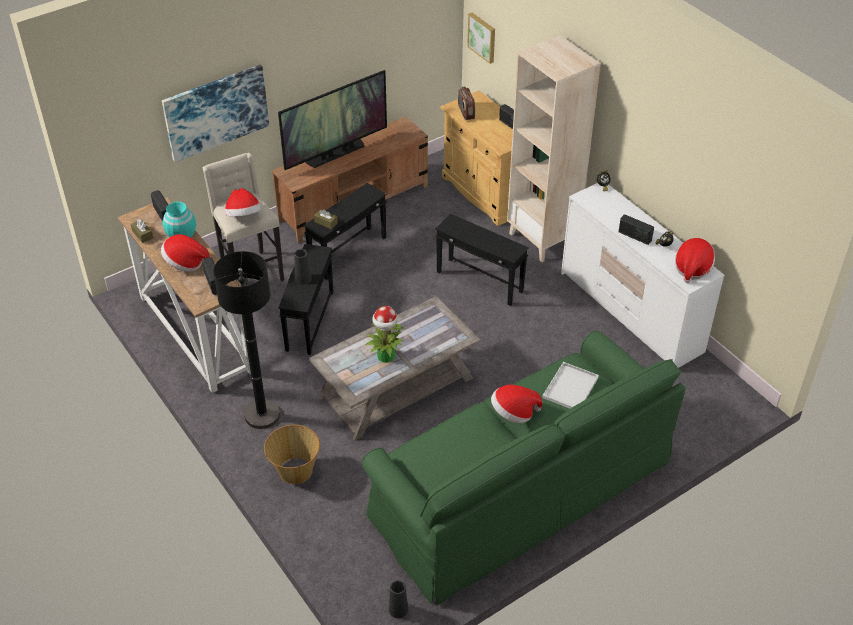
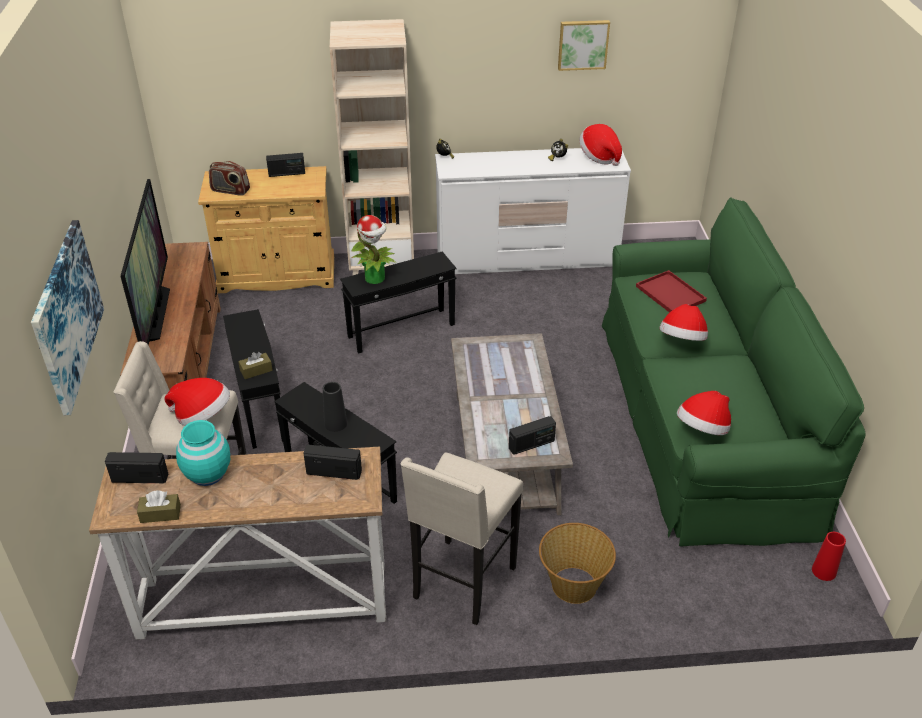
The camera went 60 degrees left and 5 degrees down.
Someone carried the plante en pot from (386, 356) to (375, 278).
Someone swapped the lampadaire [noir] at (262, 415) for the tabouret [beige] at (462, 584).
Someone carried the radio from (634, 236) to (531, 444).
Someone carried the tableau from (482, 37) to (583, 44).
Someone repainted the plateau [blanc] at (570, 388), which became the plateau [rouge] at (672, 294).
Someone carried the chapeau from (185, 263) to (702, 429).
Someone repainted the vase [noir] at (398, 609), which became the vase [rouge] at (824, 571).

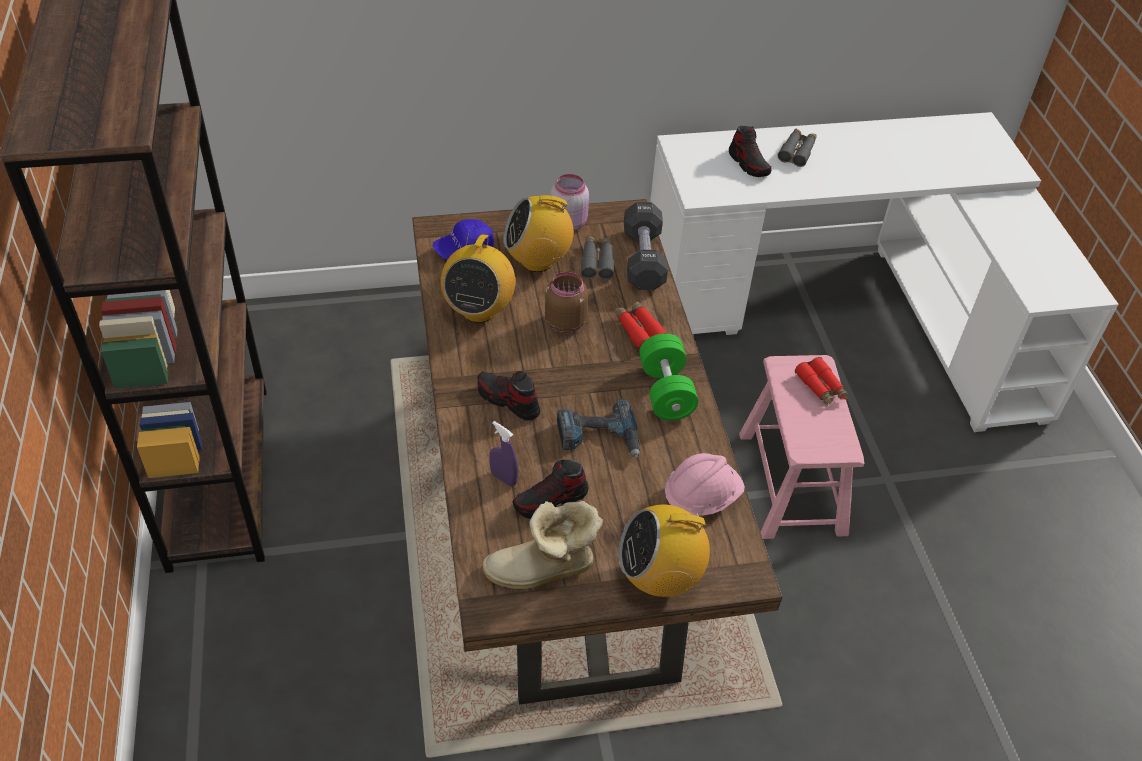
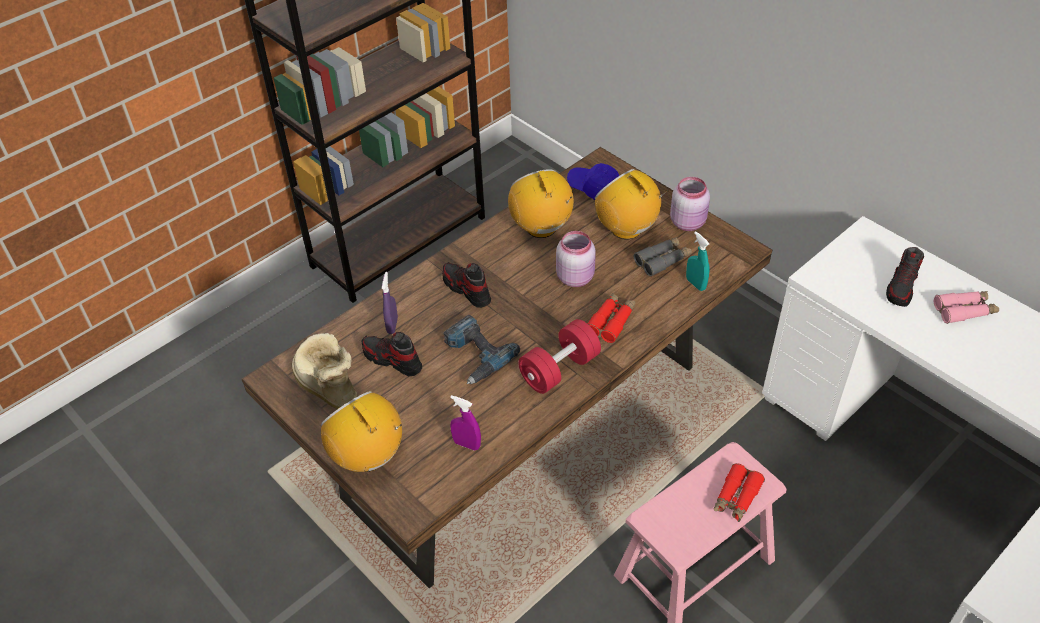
The camera went 60 degrees right and 0 degrees up.
Someone rotated the chaussure at (508, 401) by 45 degrees counterclockwise.
Someone swapped the casque de chantier [rose] at (701, 497) for the vaporisateur [violet] at (466, 444).
Someone rotated the radio at (478, 310) by 90 degrees clockwise.
Someone repainted the haltère [vert] at (665, 391), which became the haltère [rouge] at (559, 369).
Someone repainted the bocal [marron] at (564, 322), which became the bocal [rose] at (576, 277).
Someone swapped the haltère [noir] at (643, 259) for the vaporisateur [turquoise] at (695, 284).
Someone repainted the jumelles [gris] at (797, 151), which became the jumelles [rose] at (964, 311).

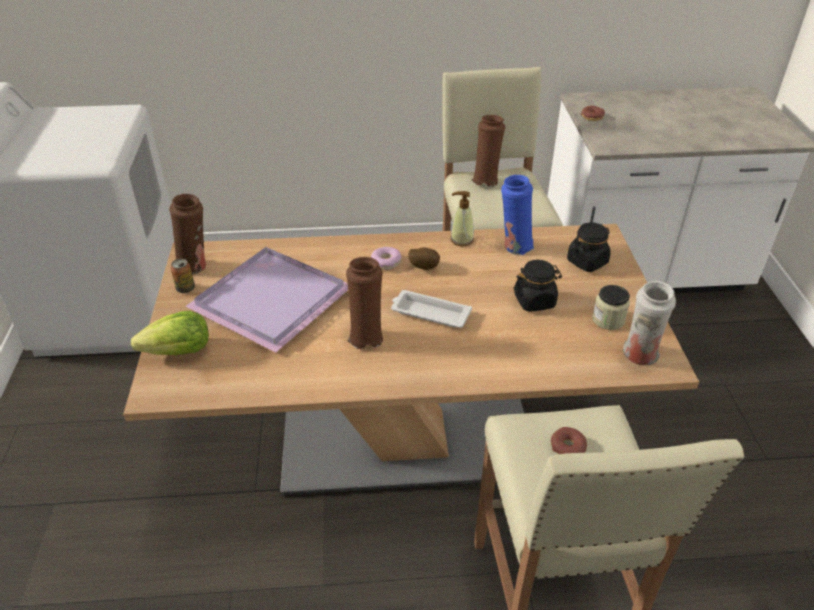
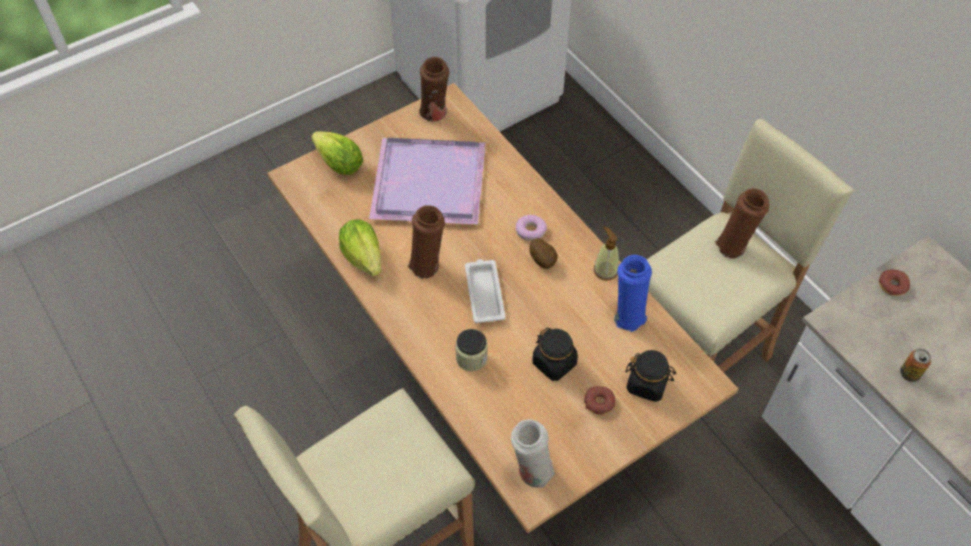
The camera went 60 degrees right and 15 degrees up.
Someone put down the laitue at (363, 257).
Someone carried the bocal from (608, 320) to (471, 358).
Someone carried the beignet from (567, 447) to (599, 402).
Someone carried the boîte métallique from (185, 289) to (909, 374).

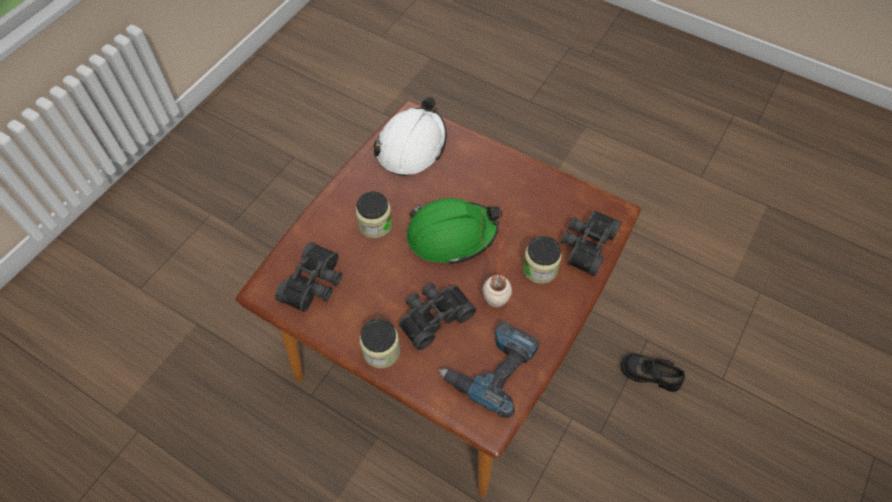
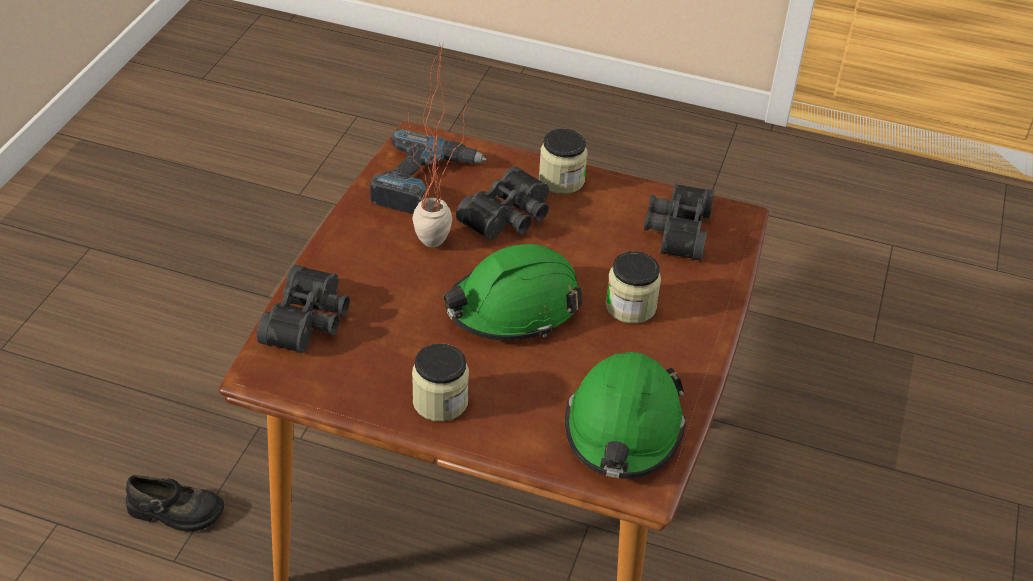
The camera went 165 degrees right and 15 degrees down.
Someone carried the bocal from (540, 269) to (440, 401).
Someone repainted the casque de chantier [blanc] at (412, 146), which became the casque de chantier [vert] at (623, 429).

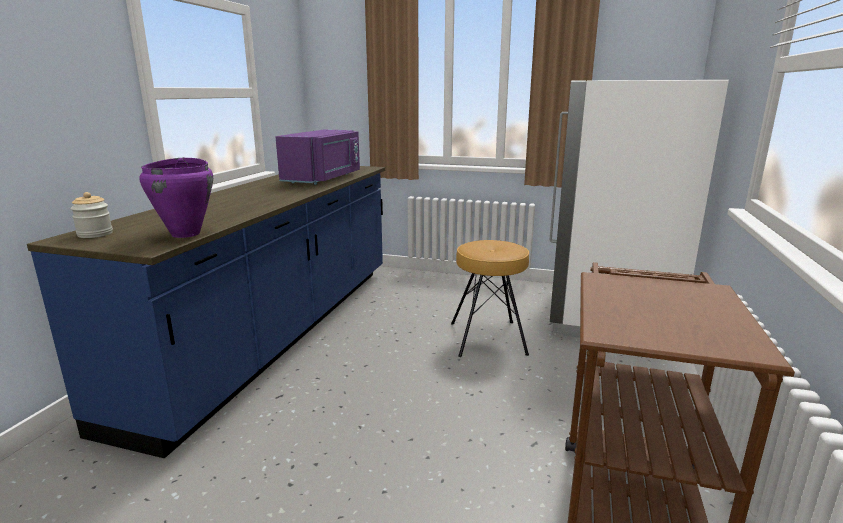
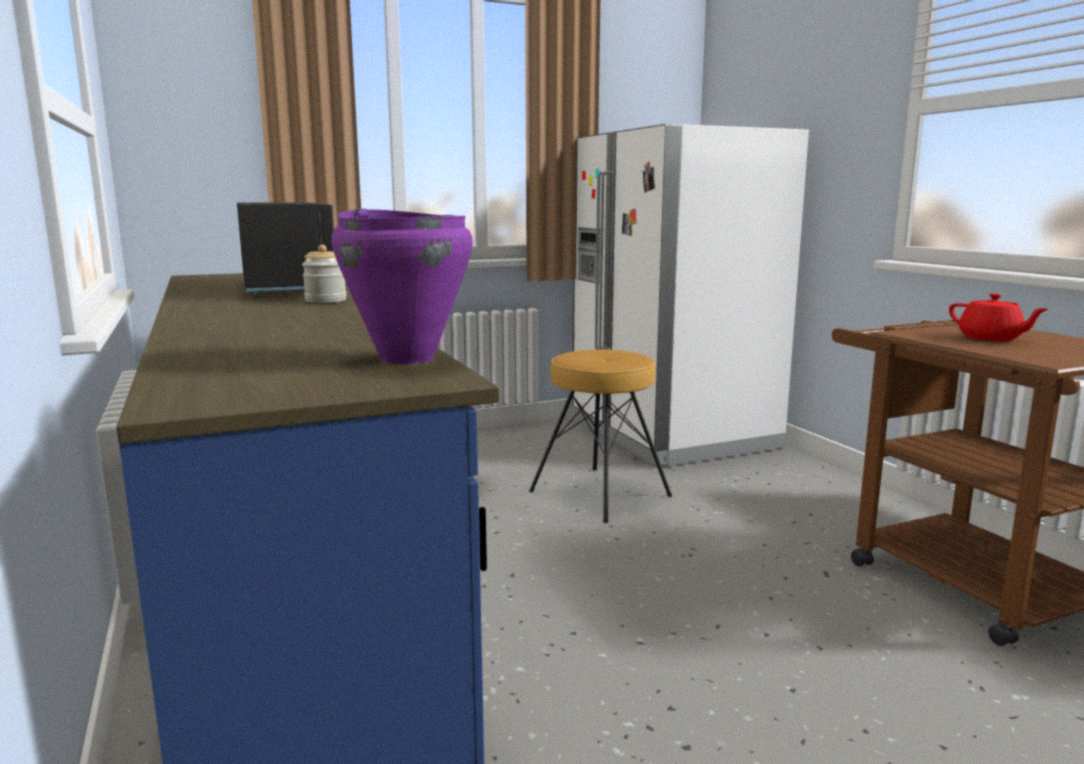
The camera went 40 degrees left and 5 degrees down.
Someone repainted the micro-ondes [violet] at (324, 178), which became the micro-ondes [noir] at (289, 287).
Someone carried the bocal from (95, 234) to (325, 300).
Someone put down the théière [rouge] at (991, 338).

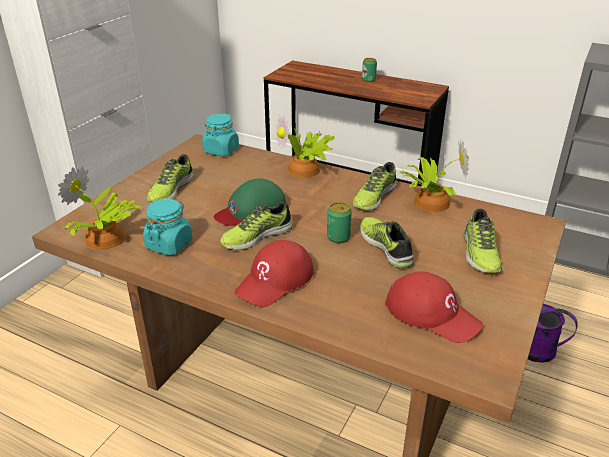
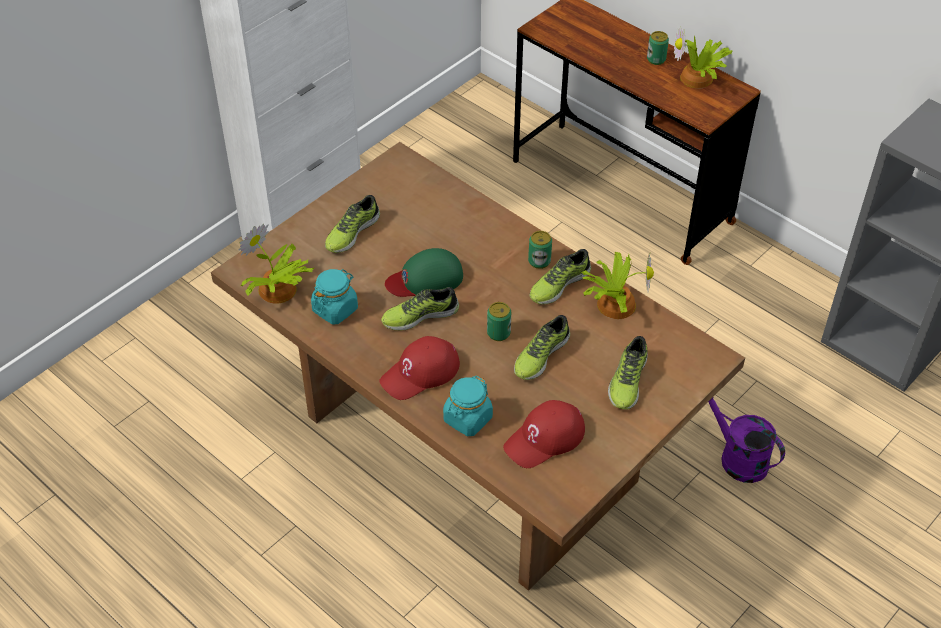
The camera went 15 degrees right and 15 degrees up.
Someone carried the bocal [turquoise] from (221, 151) to (467, 419).
Someone rotated the casquette [rouge] at (432, 313) by 90 degrees clockwise.
Someone rotated the chaussure at (387, 247) by 135 degrees counterclockwise.
Someone put down the boîte métallique at (539, 261).
Someone carried the plante en pot from (306, 170) to (698, 79).

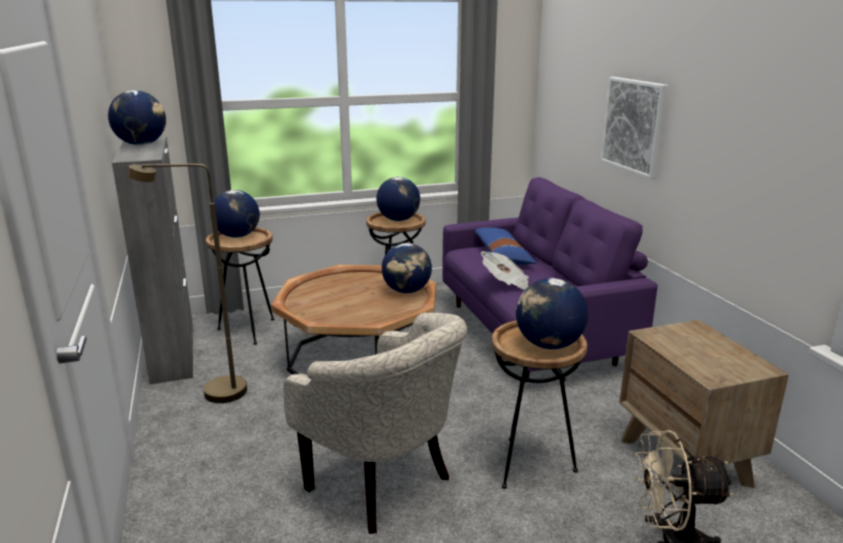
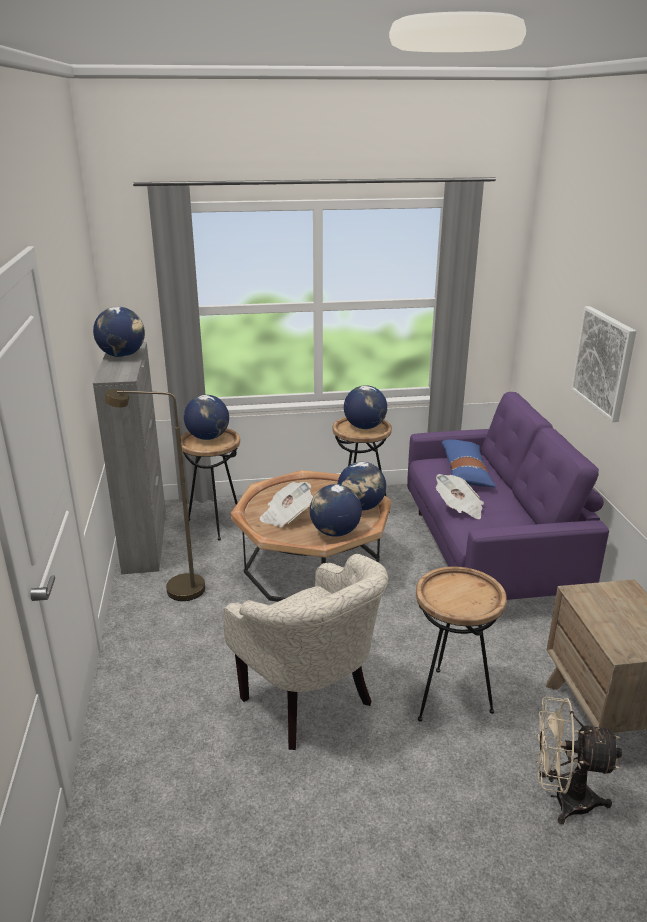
The camera went 10 degrees right and 5 degrees up.
Someone put down the journal at (286, 516).
Someone carried the globe from (548, 345) to (335, 532).

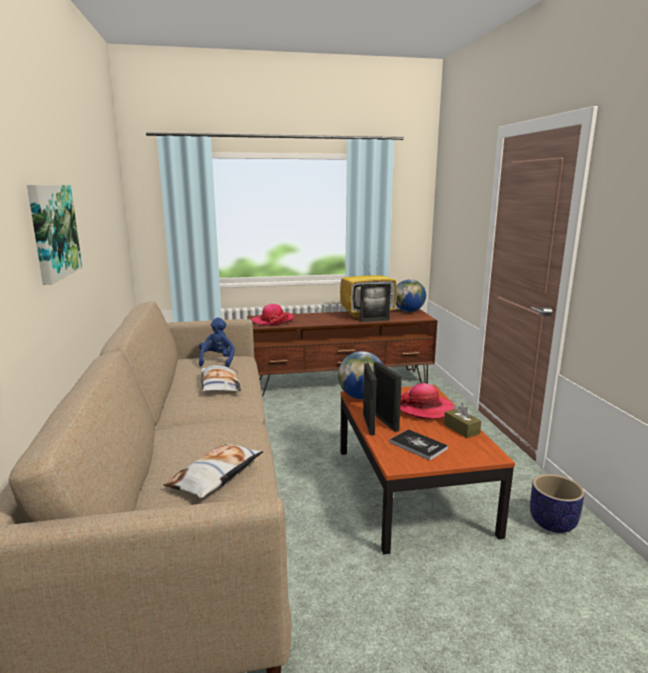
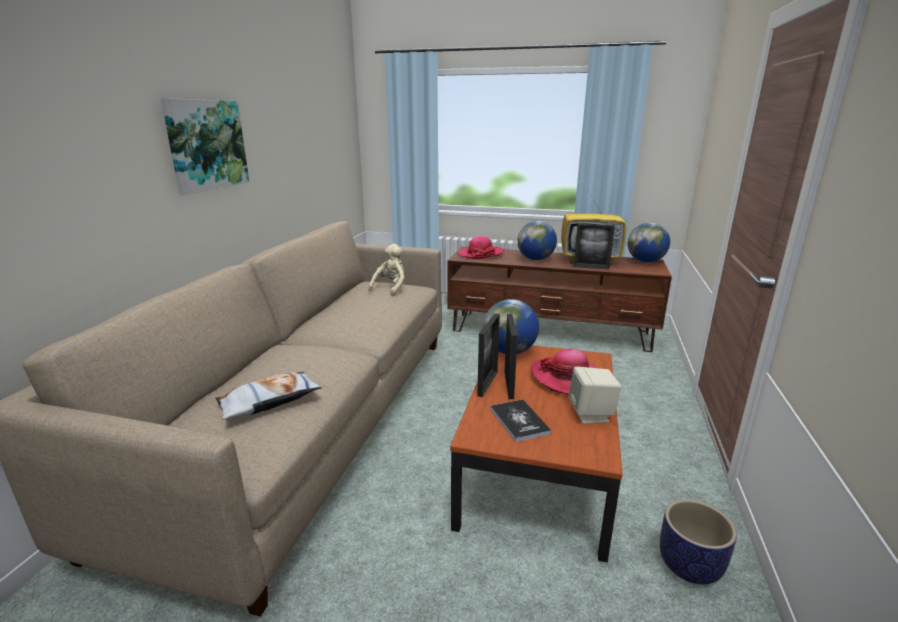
The camera went 25 degrees right and 5 degrees up.
Someone repainted the peluche [bleu] at (217, 361), which became the peluche [beige] at (390, 288).
Someone put down the globe at (535, 259).
Someone swapped the boîte à mouchoirs [marron] at (461, 429) for the enceinte [beige] at (591, 414).
Someone took away the coussin at (219, 384).

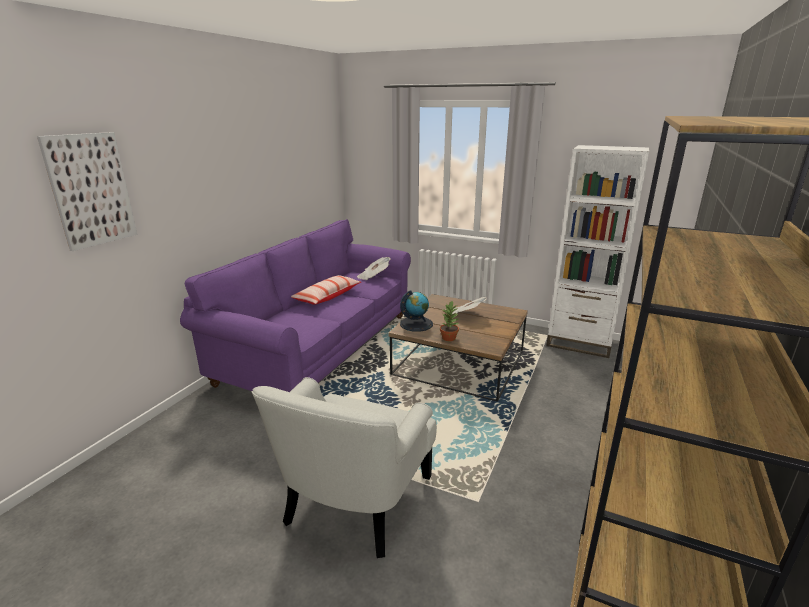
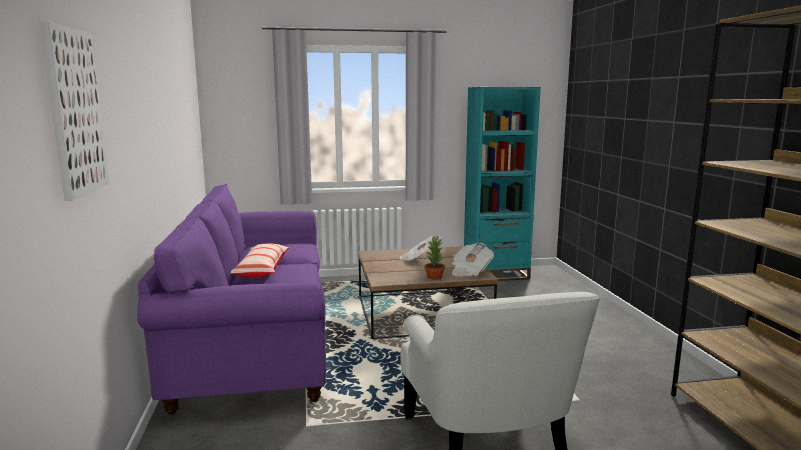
The camera went 35 degrees left and 10 degrees down.
Someone carried the journal from (373, 277) to (470, 271).
Someone repainted the bibliothèque [blanc] at (579, 343), which became the bibliothèque [turquoise] at (495, 274).
Someone took away the globe at (416, 324).

